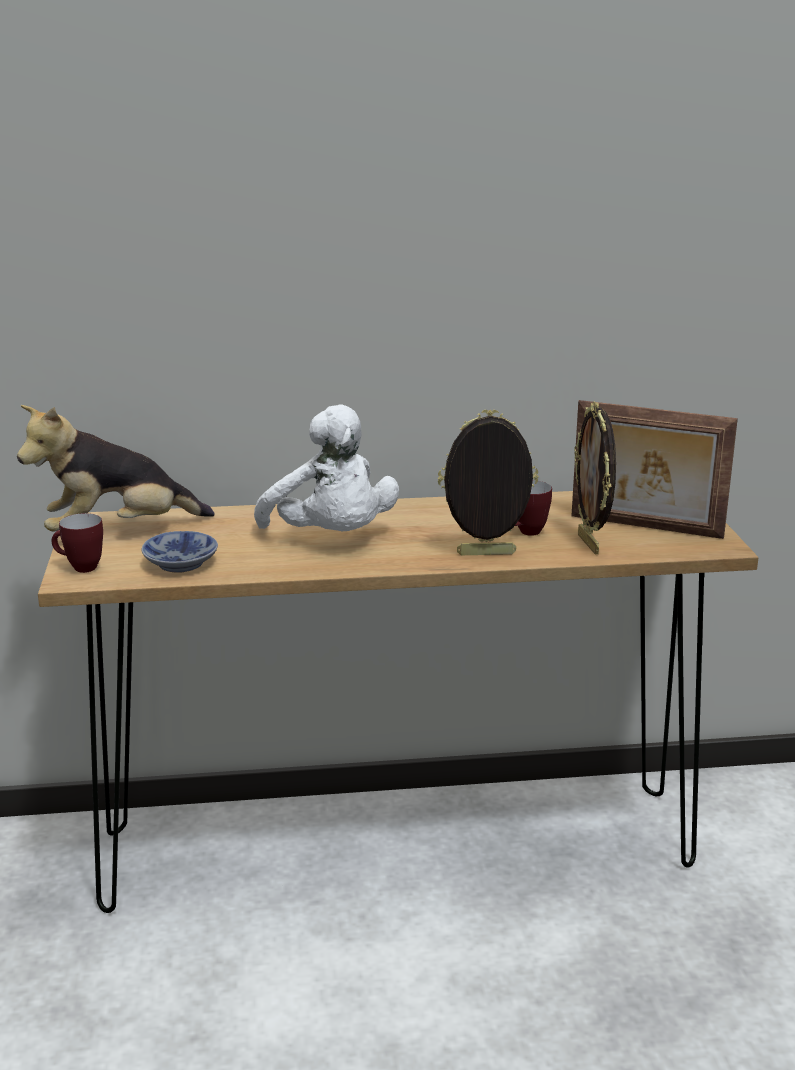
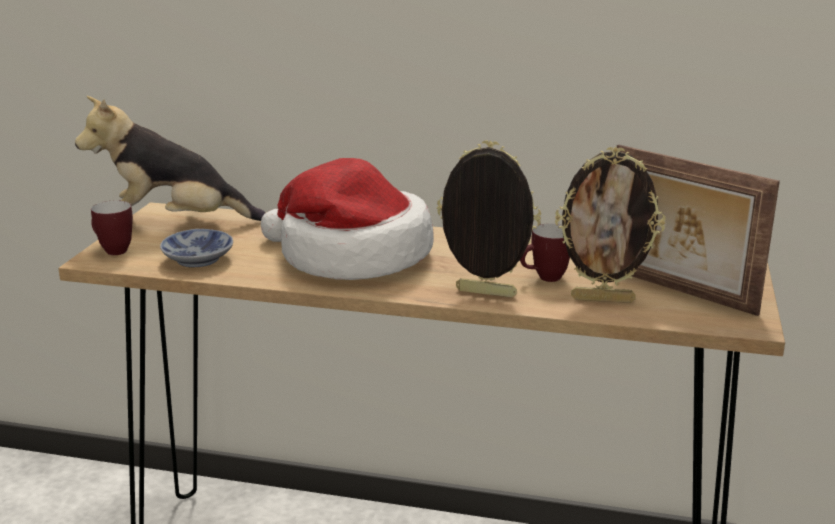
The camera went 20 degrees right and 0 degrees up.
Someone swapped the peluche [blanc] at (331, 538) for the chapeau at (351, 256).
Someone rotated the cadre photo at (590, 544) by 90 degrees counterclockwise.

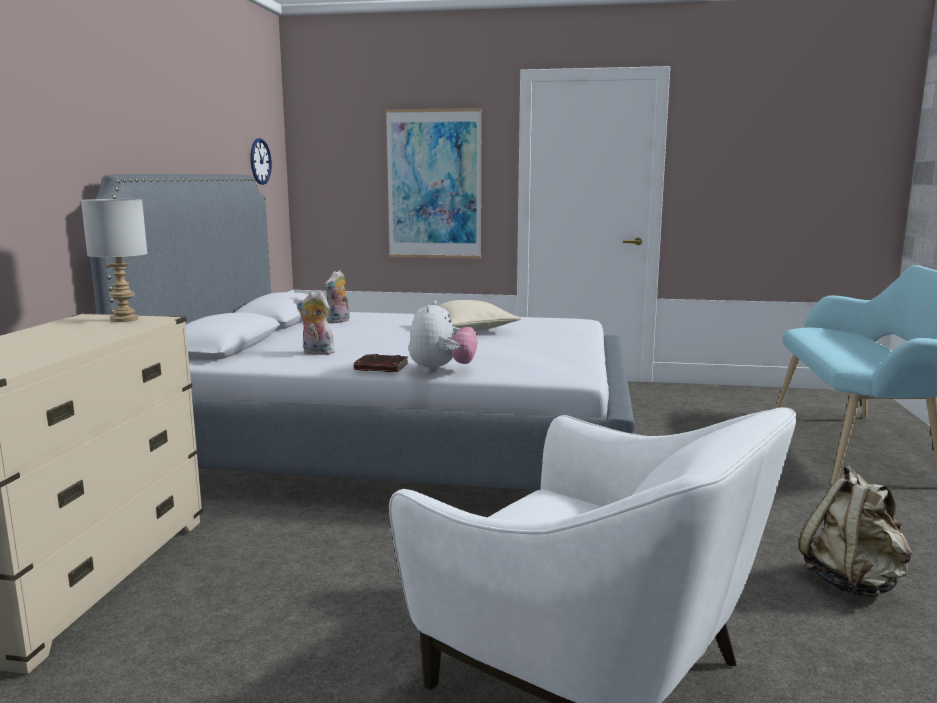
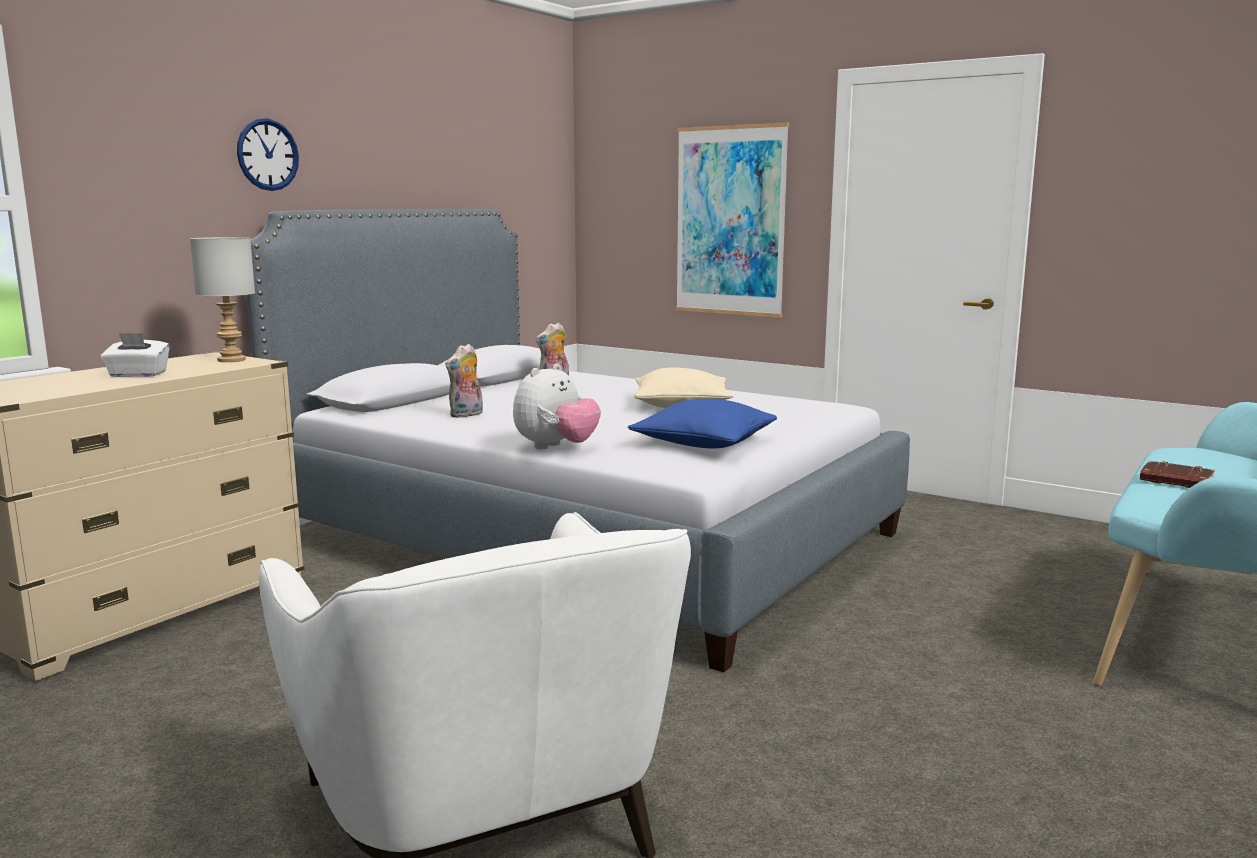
The camera went 25 degrees right and 0 degrees up.
Someone put down the boîte à mouchoirs [blanc] at (137, 374).
Someone carried the horloge murale from (260, 161) to (267, 154).
Someone rotated the peluche at (316, 353) by 90 degrees counterclockwise.
Someone put down the coussin [bleu] at (704, 443).
Someone carried the livre [marron] from (380, 368) to (1175, 481).
Someone took away the sac à dos [beige] at (852, 583).

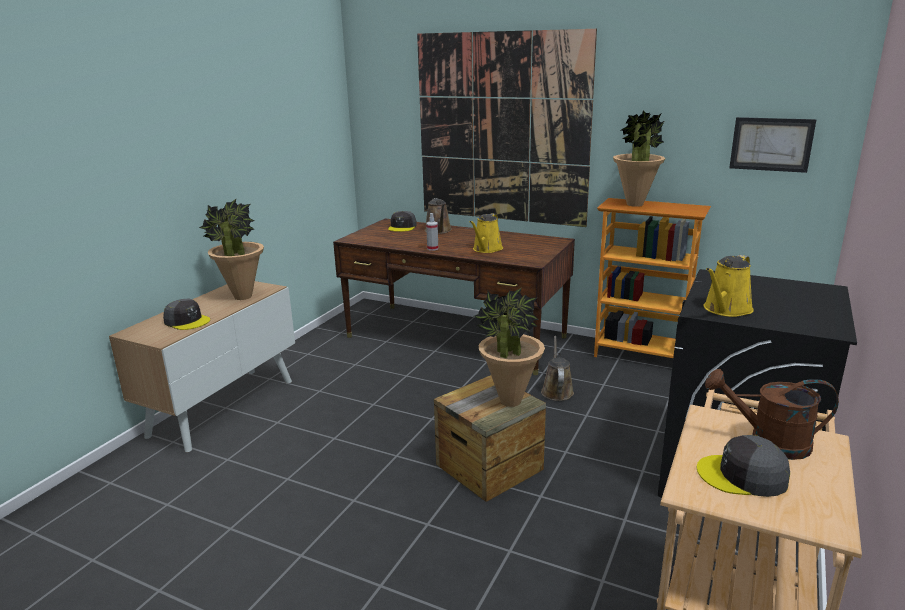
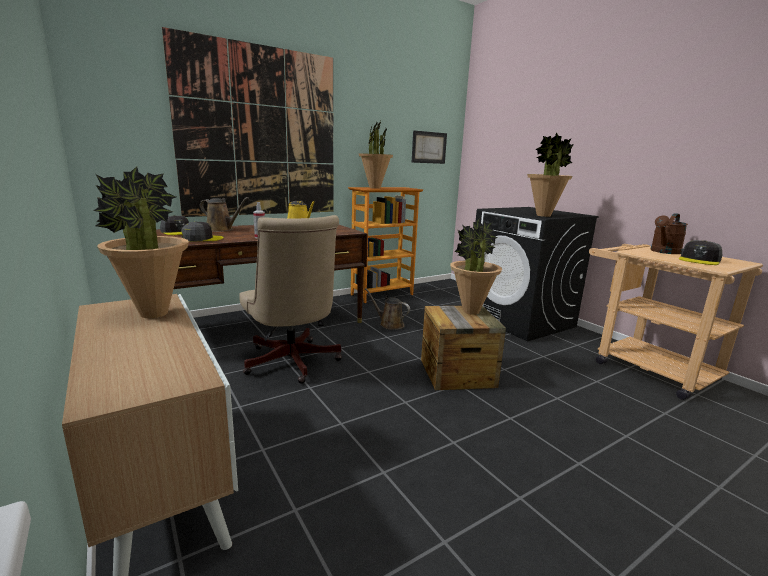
The camera went 60 degrees left and 5 degrees down.
Someone carried the casquette [gris] from (187, 321) to (202, 239).
Someone put down the chaise de bureau [beige] at (292, 364).
Someone swapped the arrosoir [jaune] at (726, 310) for the plante en pot at (543, 215).

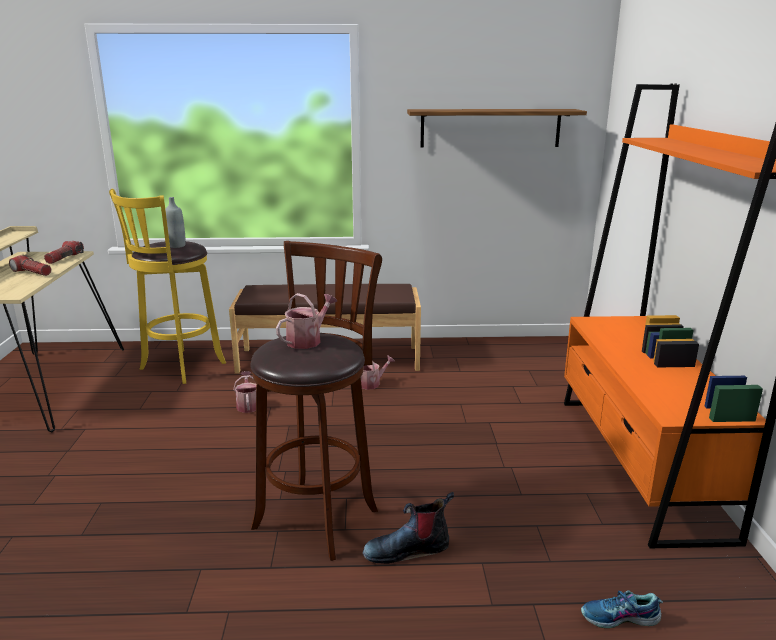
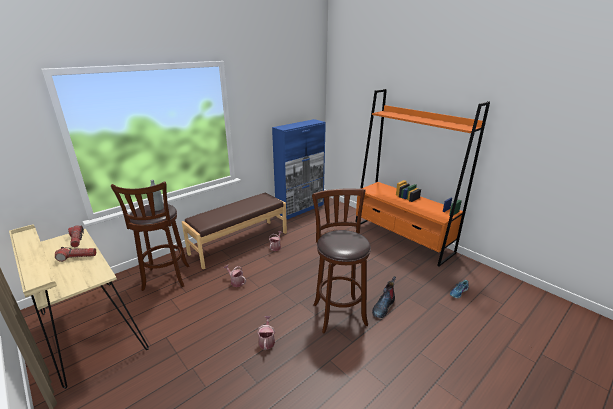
The camera went 40 degrees left and 5 degrees up.
Someone repainted the tabouret [jaune] at (179, 367), which became the tabouret [marron] at (165, 279).
Someone carried the arrosoir from (307, 340) to (267, 340).
Someone put down the meuble de rangement [bleu] at (300, 209).
Someone took away the étagère at (490, 128).

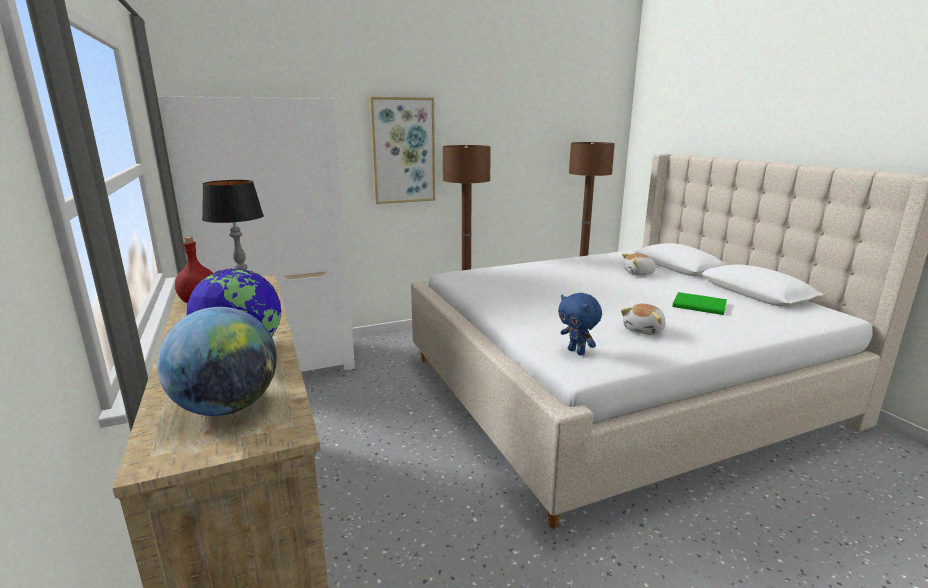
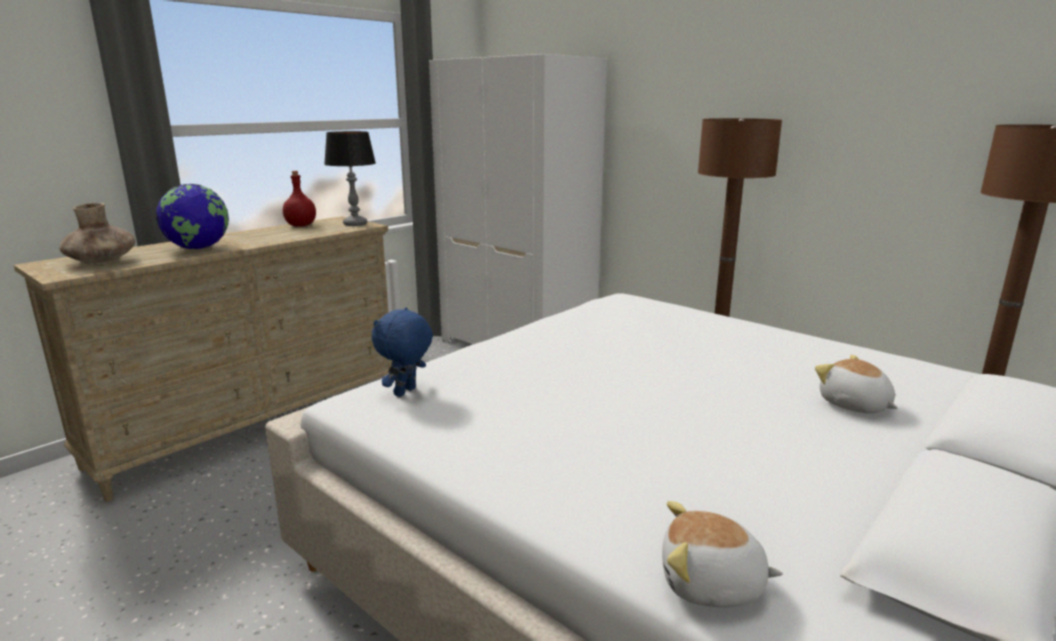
The camera went 65 degrees right and 0 degrees up.
Someone swapped the globe at (227, 407) for the vase [marron] at (102, 262).
Someone carried the peluche from (644, 330) to (711, 585).
Someone took away the tableau at (403, 151).
Someone took away the livre [vert] at (701, 306).

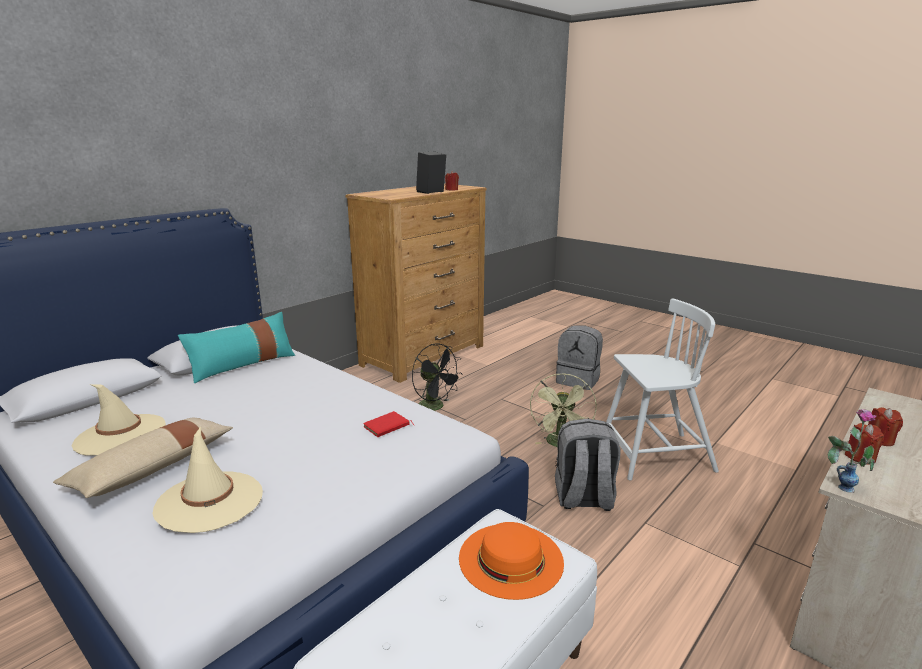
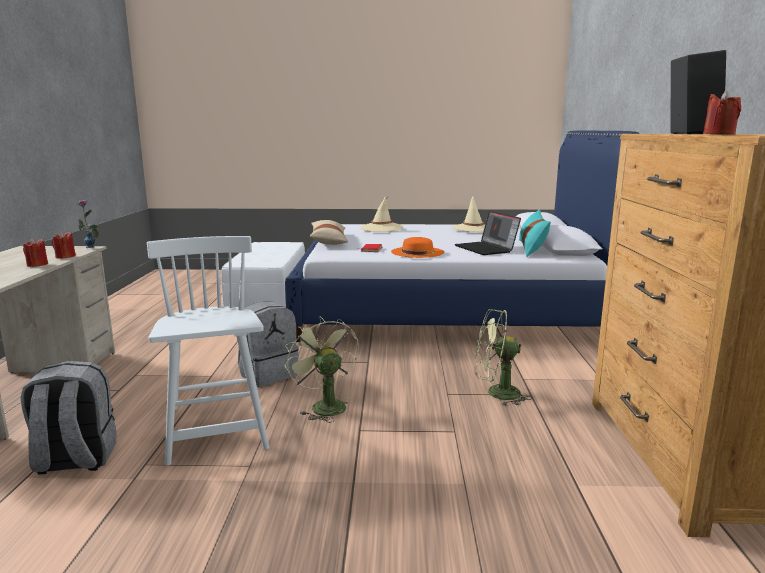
The camera went 140 degrees right and 5 degrees down.
Someone carried the sac à dos [gris] from (578, 380) to (75, 460).
Someone rotated the chaise [blanc] at (654, 456) by 120 degrees clockwise.
Someone carried the coussin [beige] from (153, 468) to (328, 241).
Someone carried the chapeau [orange] from (510, 559) to (417, 252).
Someone put down the ordinateur portable at (486, 249).
Someone repainted the ventilateur [noir] at (435, 407), which became the ventilateur [vert] at (496, 393).

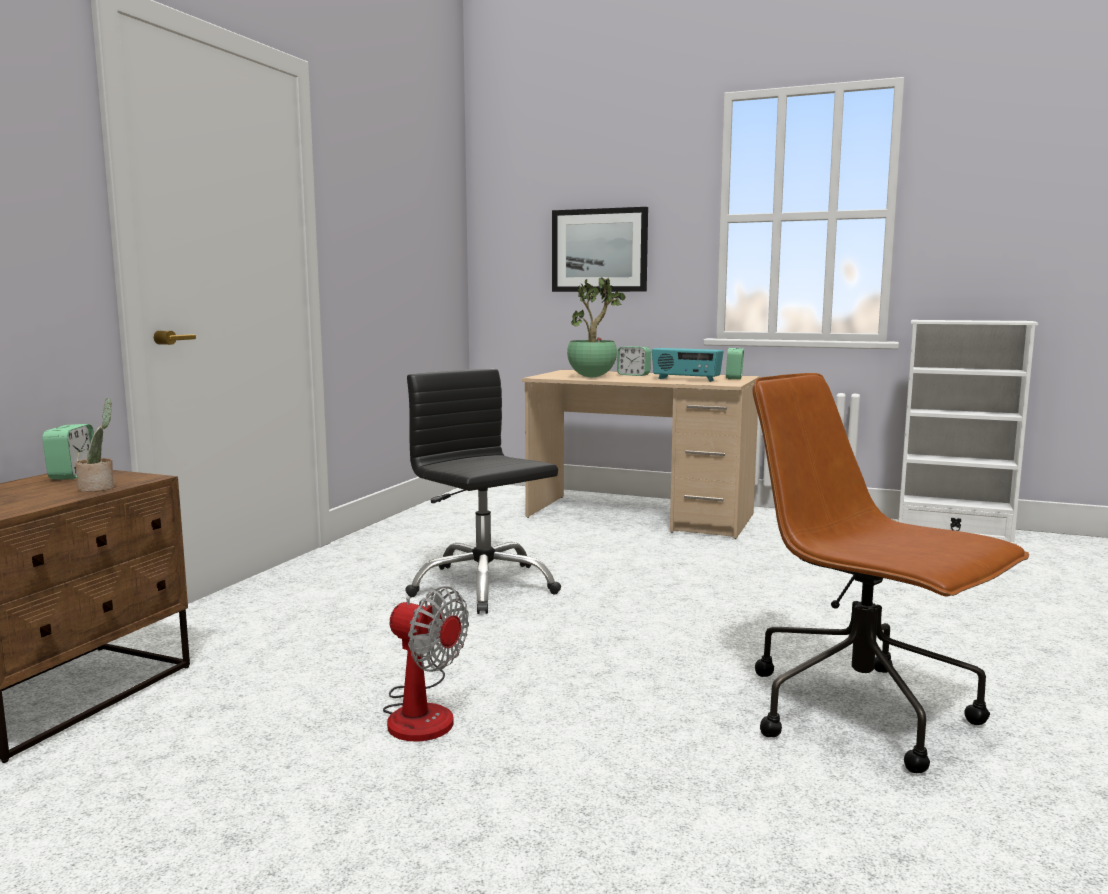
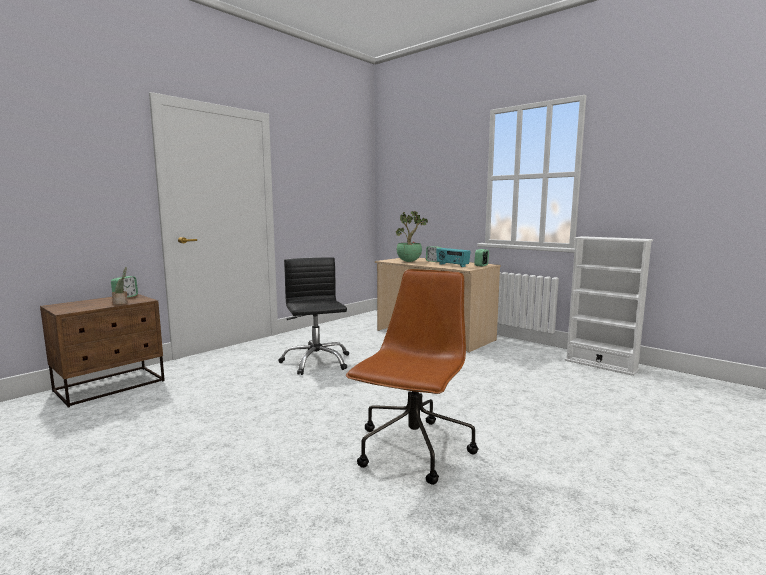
The camera went 20 degrees right and 0 degrees up.
Someone rotated the chaise de bureau [marron] at (863, 713) by 45 degrees clockwise.
Someone took away the ventilateur at (421, 712).
Someone took away the tableau at (599, 250).

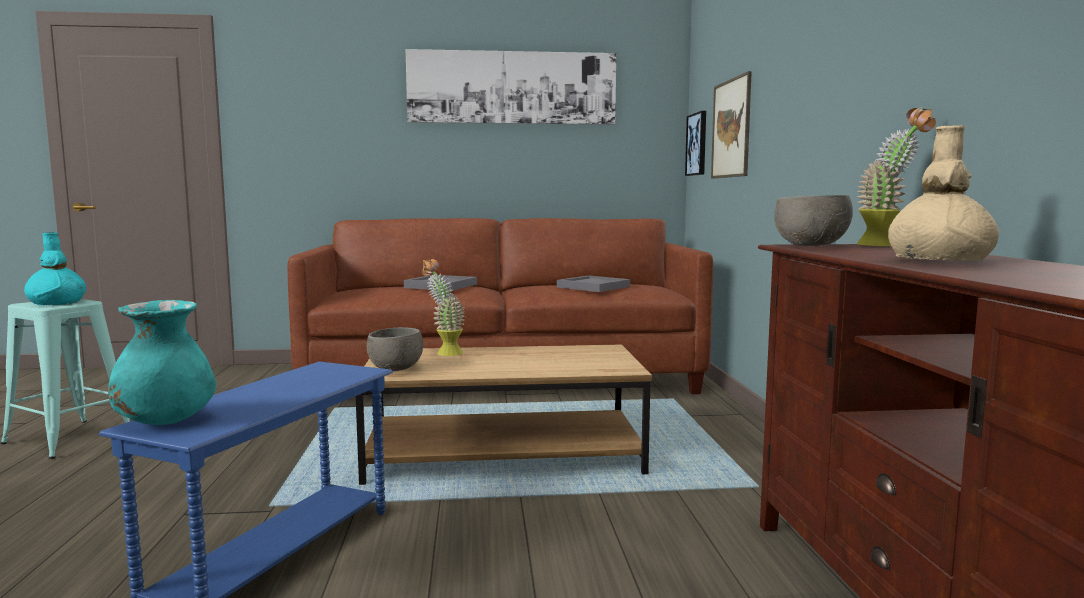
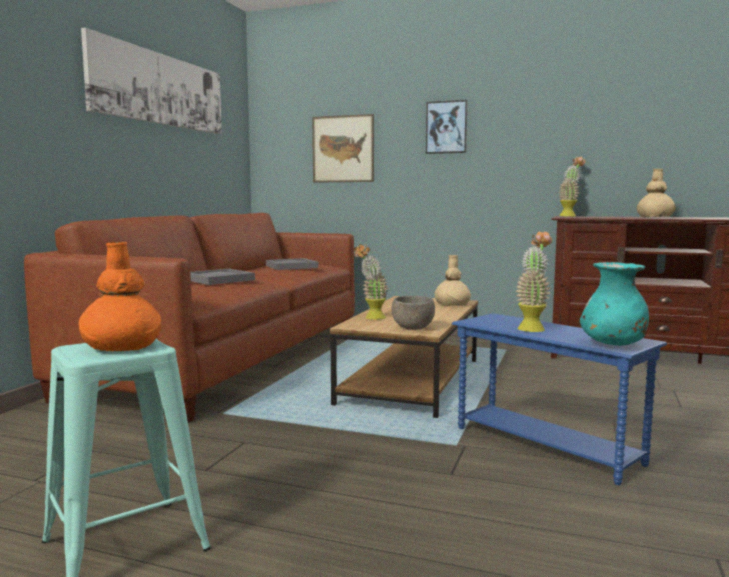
The camera went 65 degrees left and 0 degrees up.
Someone repainted the vase [turquoise] at (57, 303), which became the vase [orange] at (122, 346).
Someone carried the tableau from (697, 144) to (446, 127).
Someone put down the vase [beige] at (452, 304).
Someone put down the plante en pot at (532, 328).
Someone took away the bol [gris] at (810, 246).

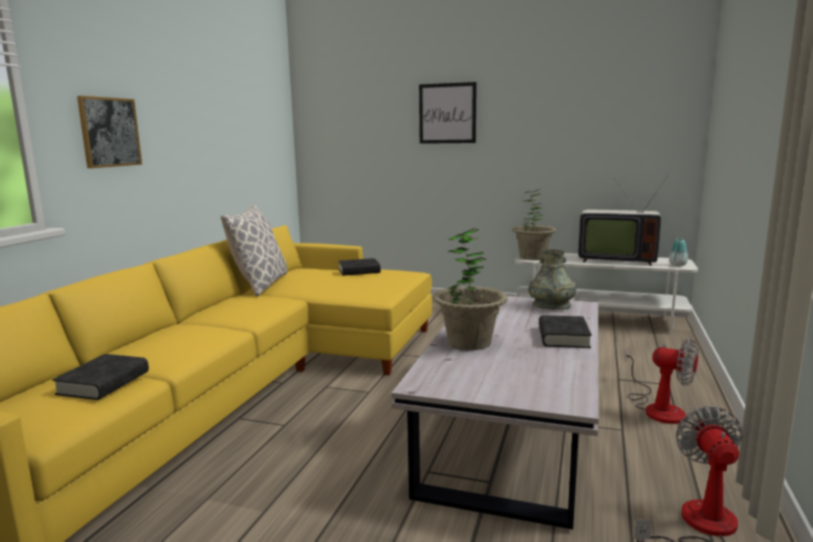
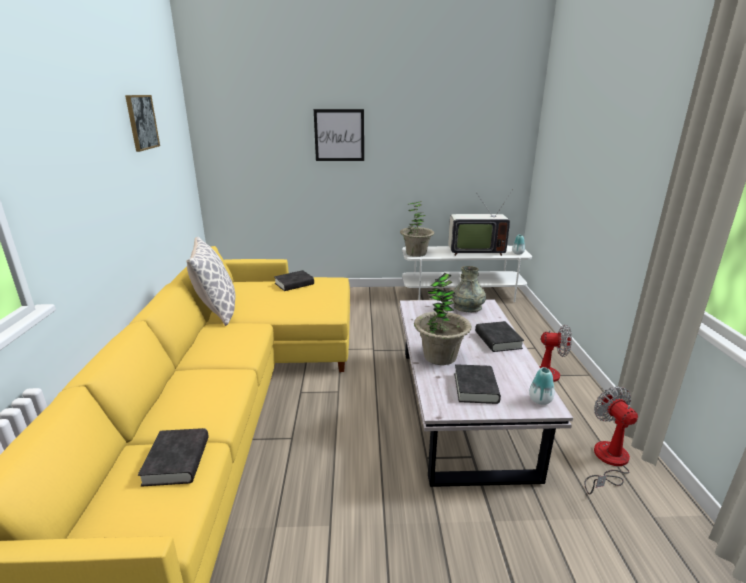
The camera went 20 degrees left and 10 degrees up.
Someone carried the tableau from (109, 132) to (142, 122).
Someone put down the livre [noir] at (475, 388).
Someone put down the vase at (540, 400).

